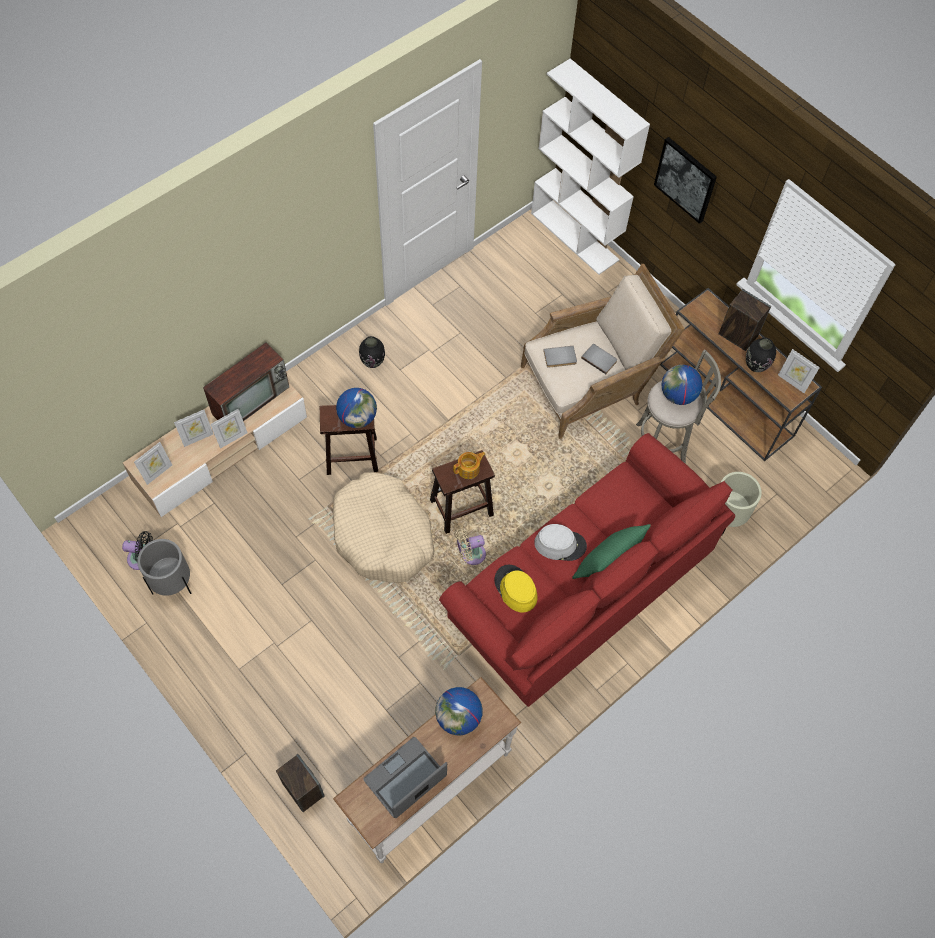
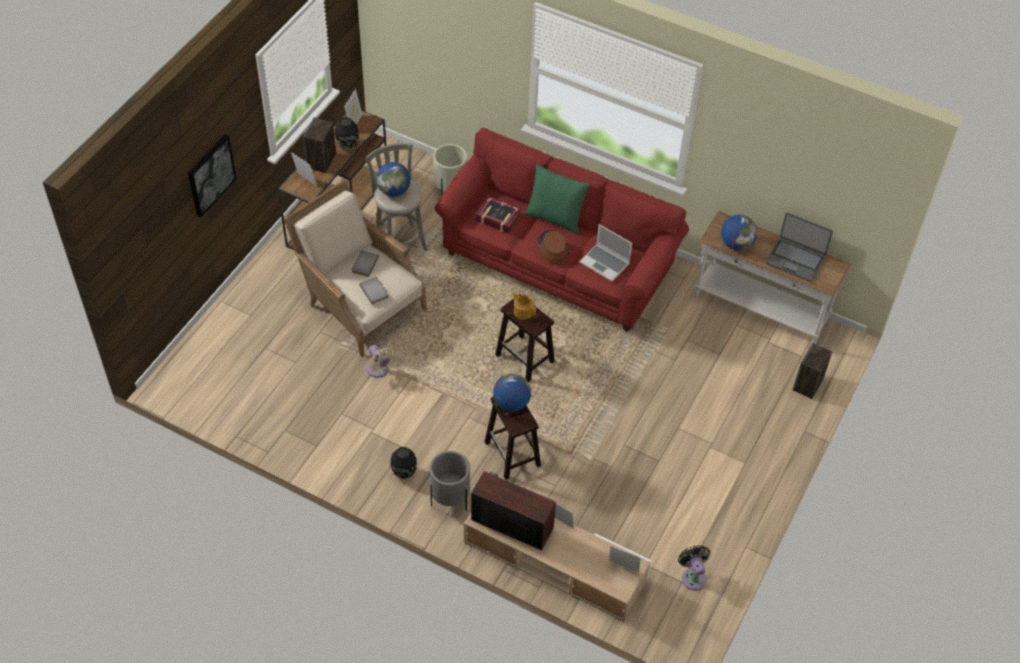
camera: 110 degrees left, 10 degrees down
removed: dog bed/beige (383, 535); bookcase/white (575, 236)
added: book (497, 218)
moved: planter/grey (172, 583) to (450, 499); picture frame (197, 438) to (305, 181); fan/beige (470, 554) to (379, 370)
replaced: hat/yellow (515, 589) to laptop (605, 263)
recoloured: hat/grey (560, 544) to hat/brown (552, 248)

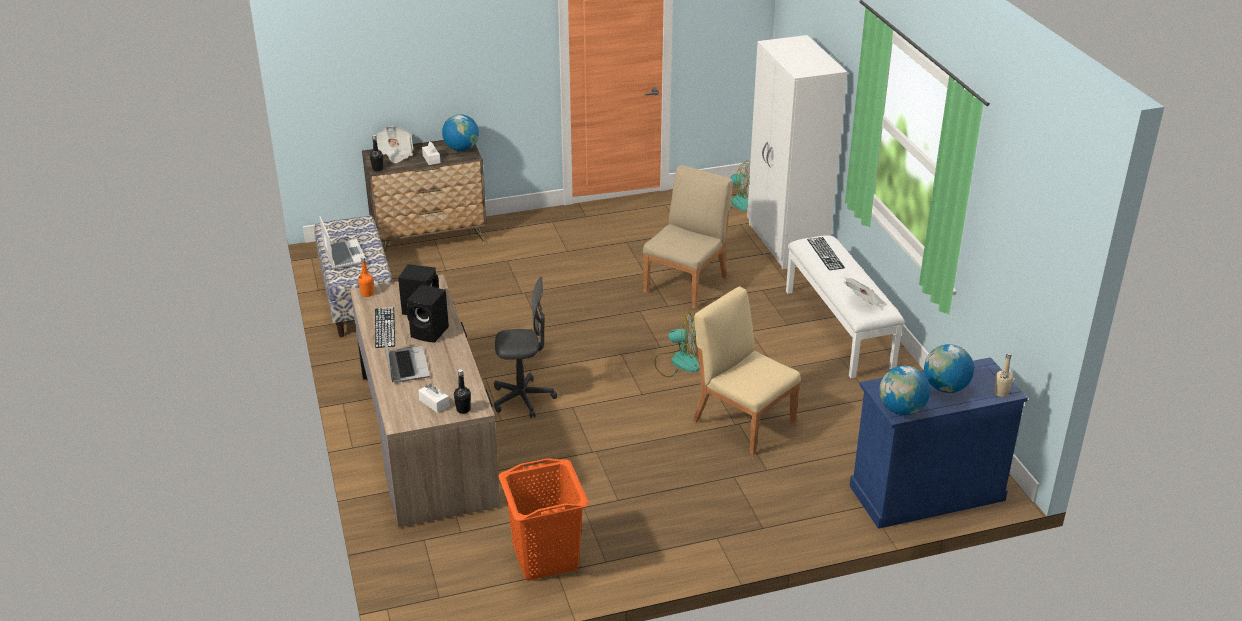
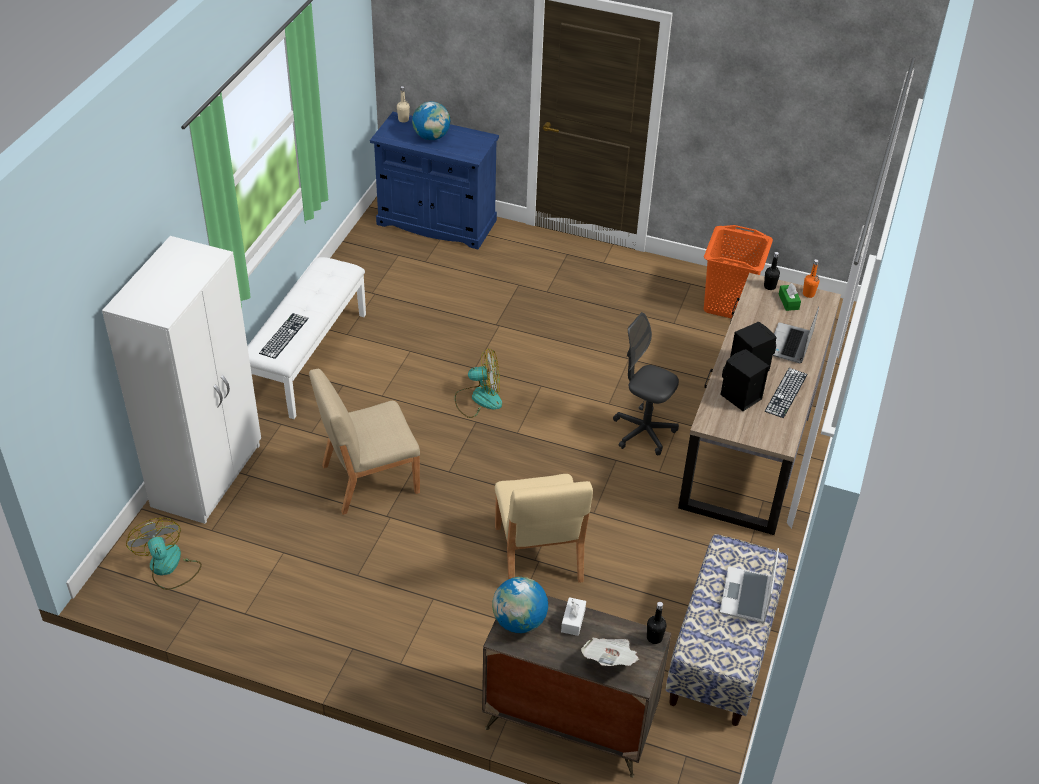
camera: 145 degrees left, 10 degrees up
removed: newspaper (864, 302); globe (901, 410)
moved: bottle/orange (367, 294) to (808, 294); chair/beige (743, 421) to (538, 555)
recoloured: tissue box/white (434, 403) to tissue box/green (788, 302)
turned: fan (678, 362) = (479, 399) 135 degrees clockwise

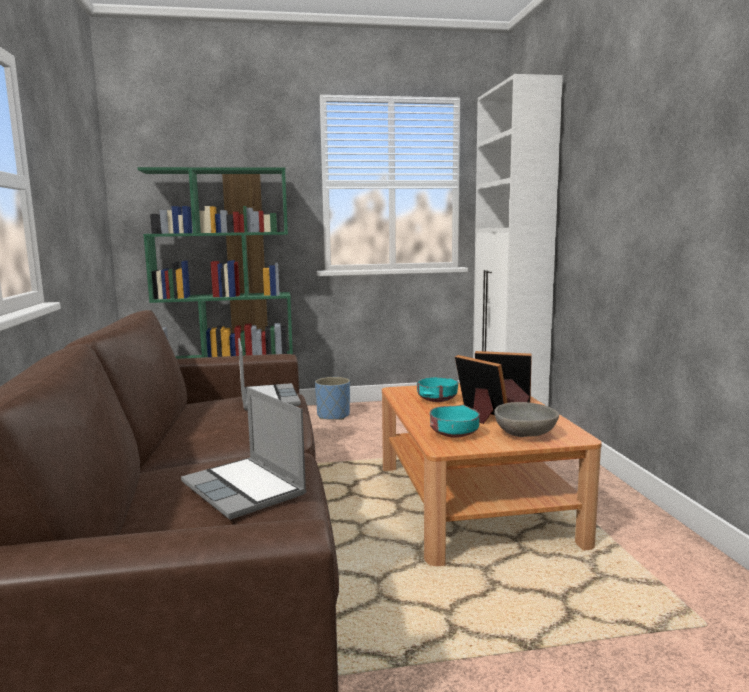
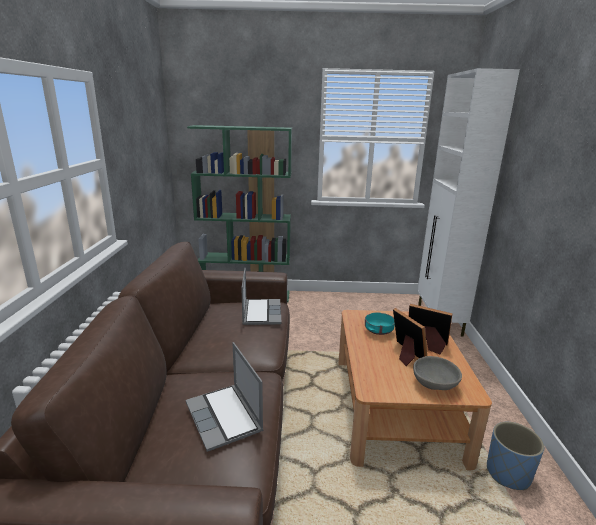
camera: 10 degrees right, 10 degrees up
removed: bowl/turquoise (453, 434)
moved: planter/blue (333, 416) to (508, 473)

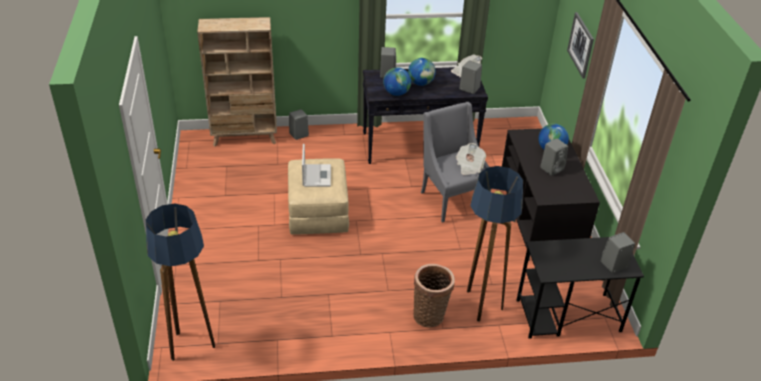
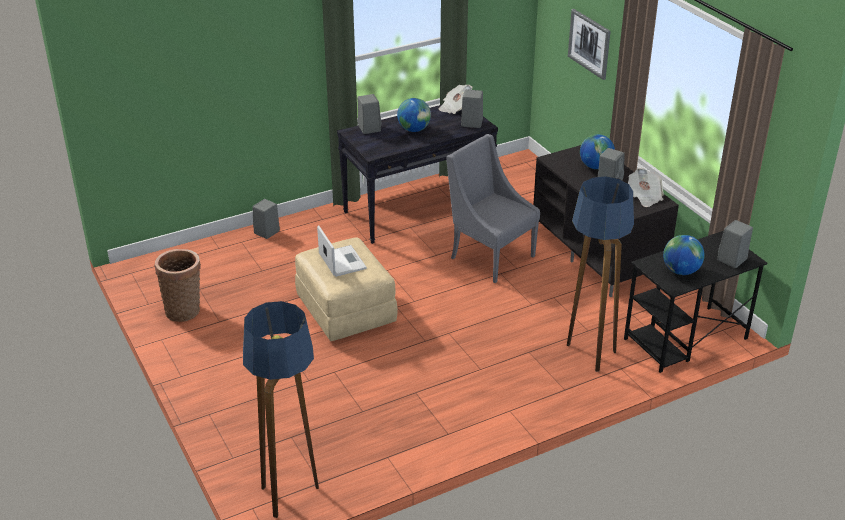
camera: 20 degrees left, 5 degrees down
removed: bookcase/beige (245, 137)
moved: globe (396, 93) to (681, 271); basket (430, 315) to (184, 310); newspaper (469, 166) to (644, 196)

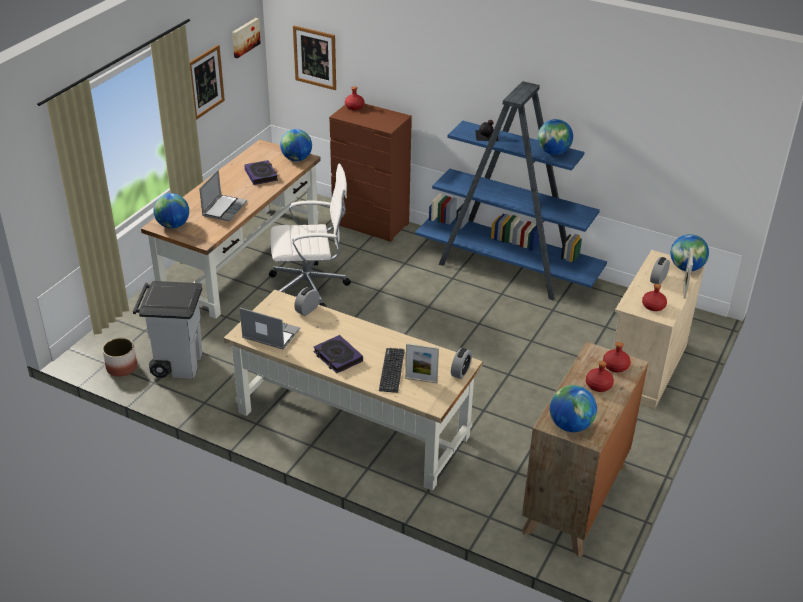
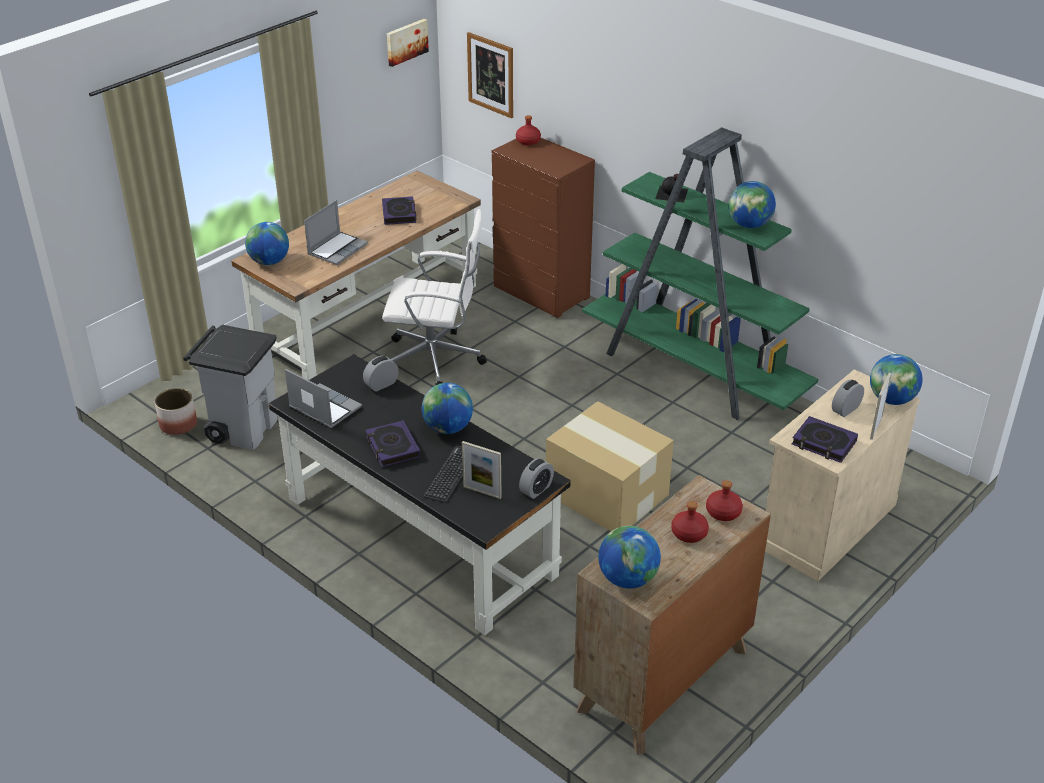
camera: 15 degrees right, 0 degrees up
removed: picture (205, 82)
added: cardboard box (607, 495)
moved: globe (296, 159) to (448, 428)
replaced: bottle/red (653, 306) to book (823, 443)
recoloured: desk/beige (351, 424) to desk/black (418, 536); bookcase/blue (508, 268) to bookcase/green (694, 371)

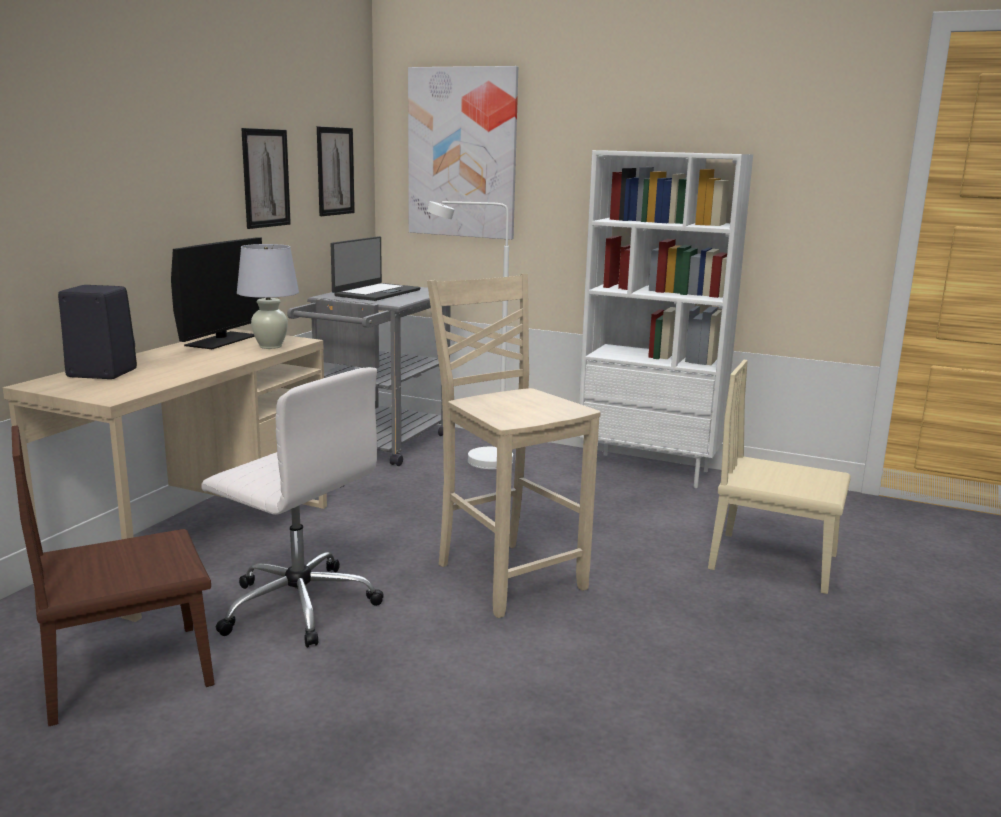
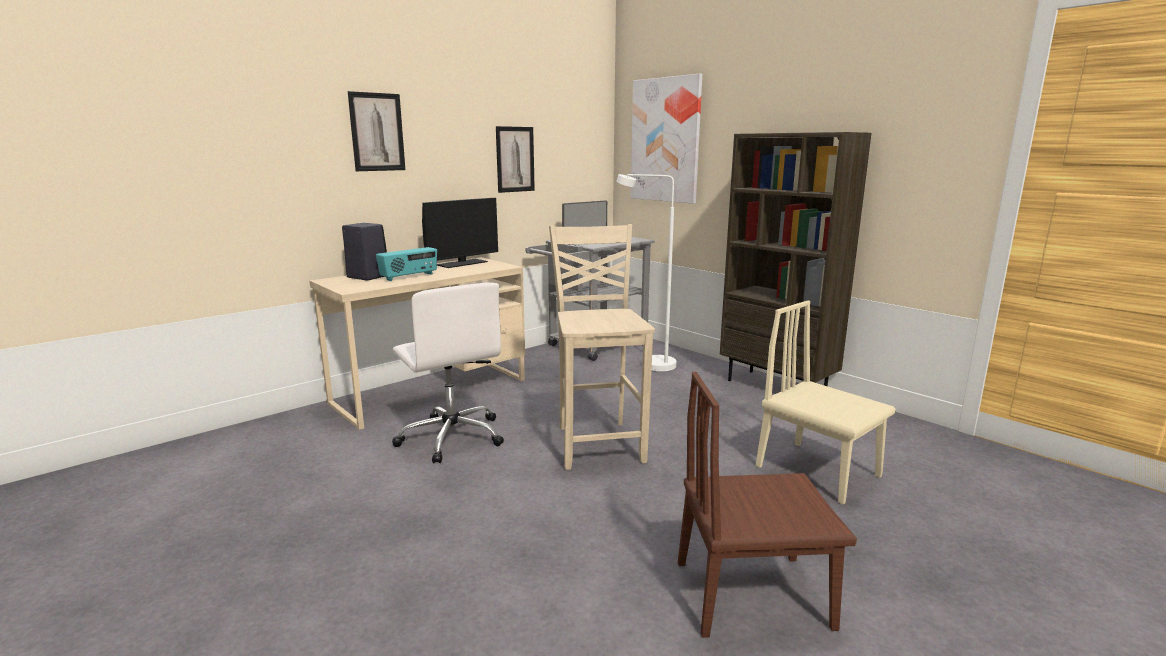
camera: 25 degrees right, 0 degrees up
removed: table lamp/white (270, 346)
added: radio (409, 277)
moved: chair/brown (127, 672) to (752, 594); picture (335, 171) to (377, 132)
recoloured: bookcase/white (649, 470) to bookcase/brown (777, 387)

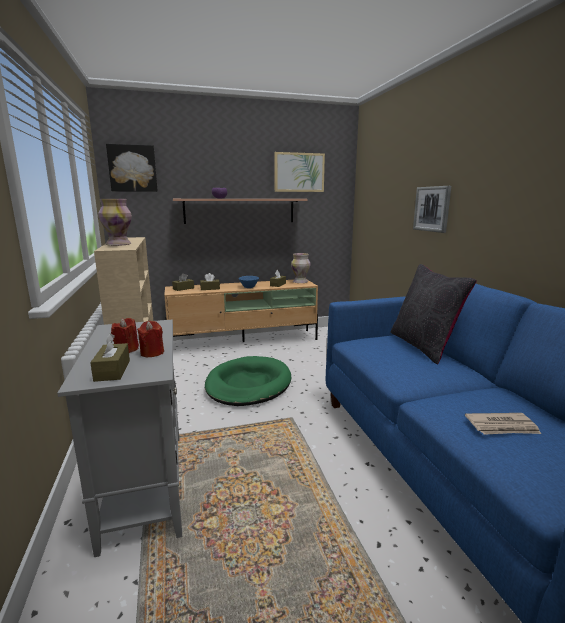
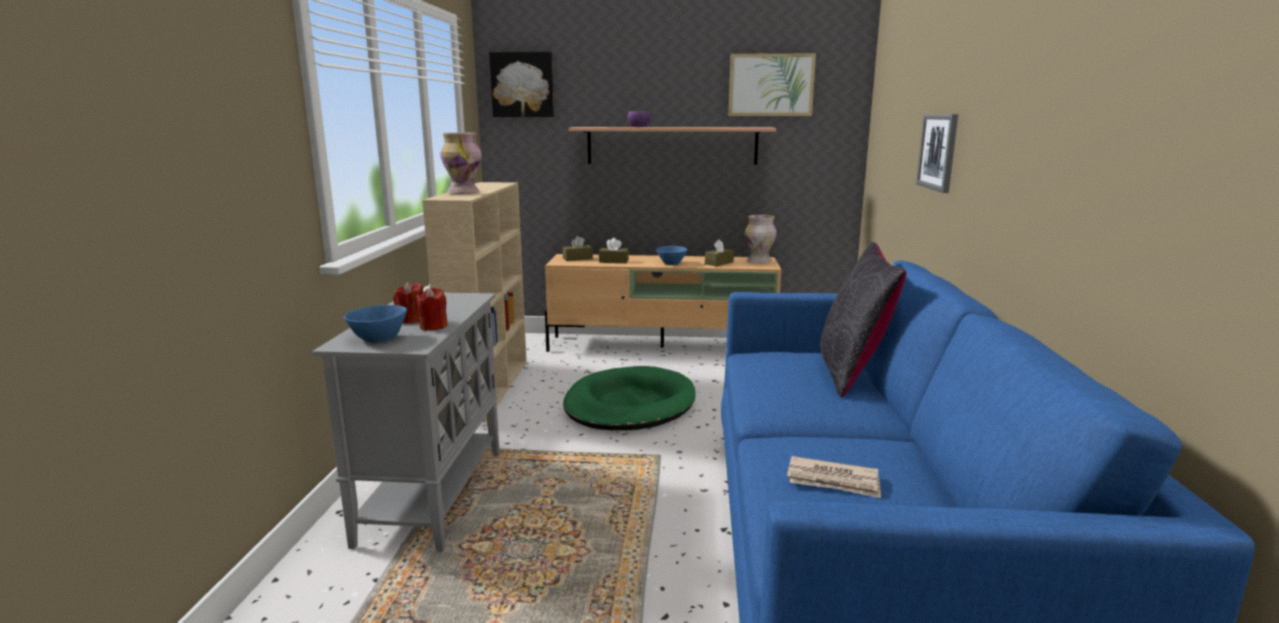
camera: 20 degrees right, 0 degrees up
replaced: tissue box/brown (112, 370) to bowl/blue (378, 338)

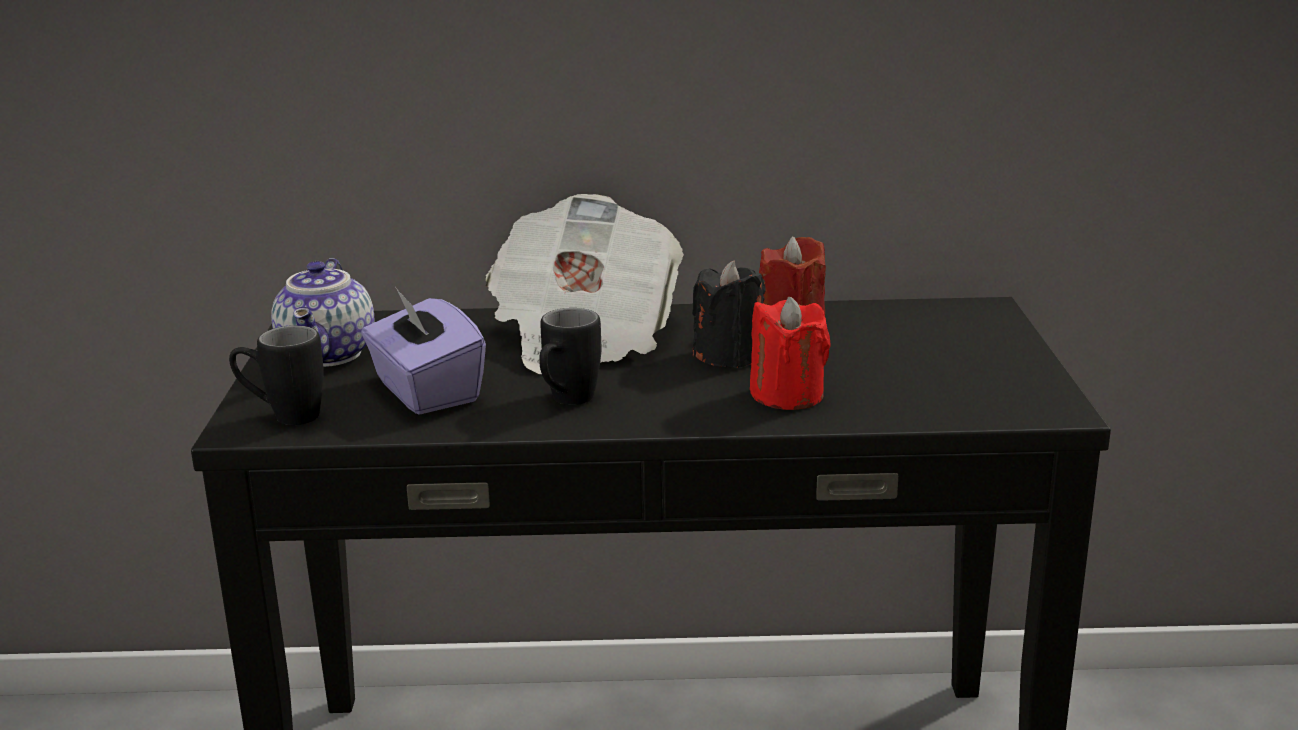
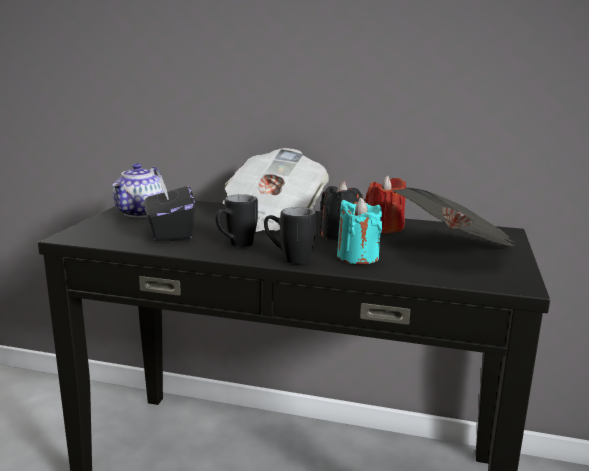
camera: 15 degrees right, 5 degrees down
added: newspaper (455, 251)
moved: mug/black (283, 416) to (289, 259)
recoloured: tissue box/purple (425, 391) to tissue box/black (170, 232); candle/red (787, 395) to candle/turquoise (357, 257)

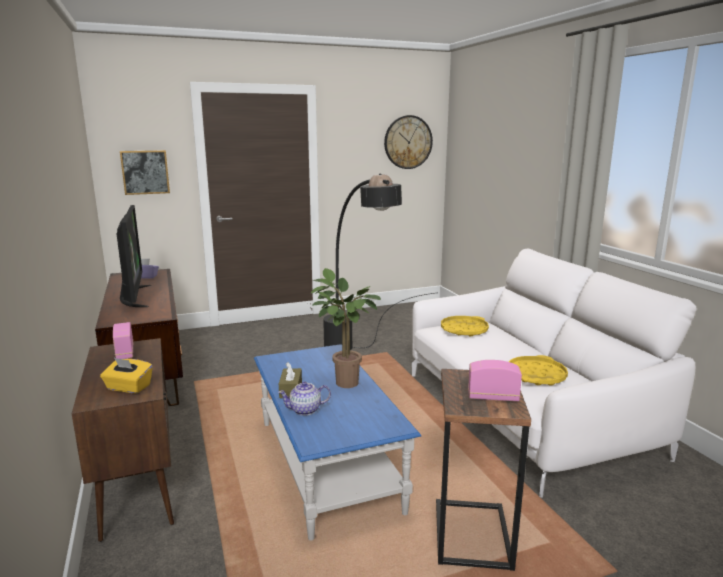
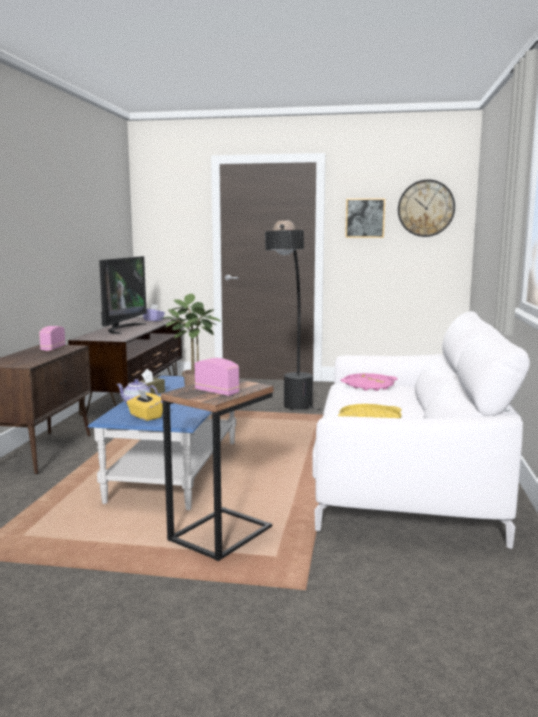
camera: 30 degrees right, 5 degrees down
moved: tissue box/yellow (128, 388) to (145, 416); picture (145, 172) to (365, 218)
recoloured: tray/yellow (464, 330) to tray/pink (368, 386)

